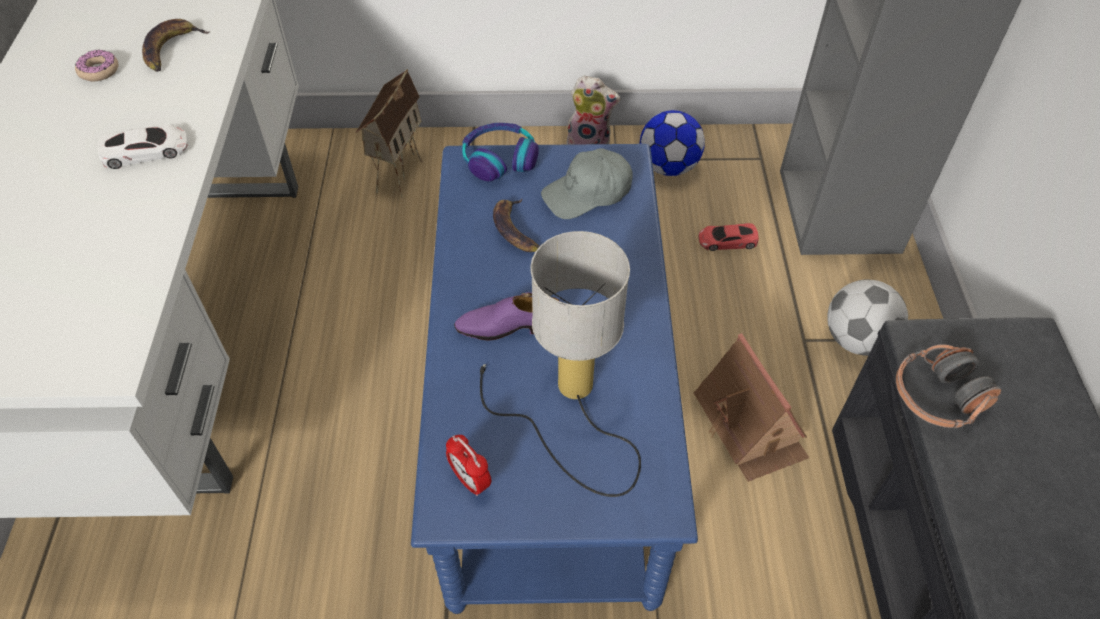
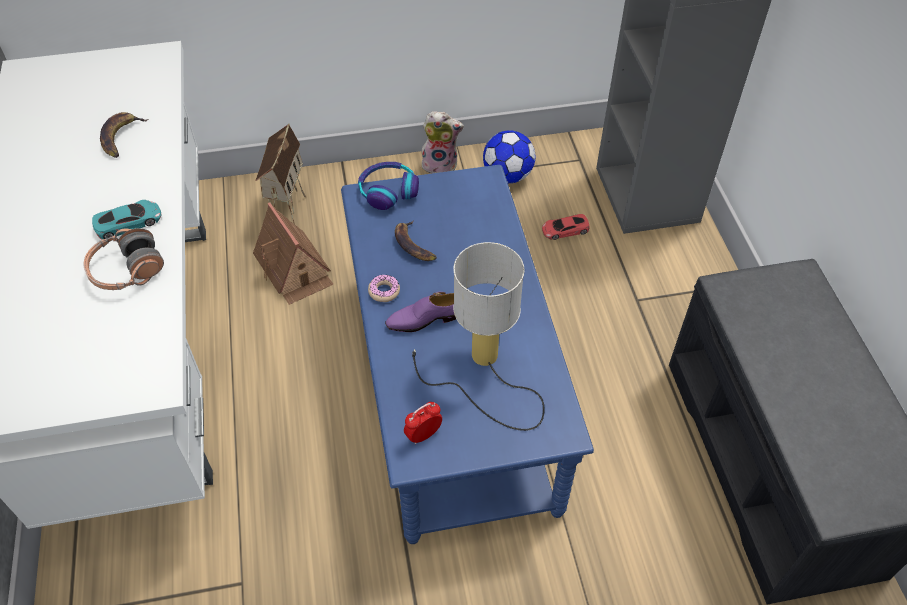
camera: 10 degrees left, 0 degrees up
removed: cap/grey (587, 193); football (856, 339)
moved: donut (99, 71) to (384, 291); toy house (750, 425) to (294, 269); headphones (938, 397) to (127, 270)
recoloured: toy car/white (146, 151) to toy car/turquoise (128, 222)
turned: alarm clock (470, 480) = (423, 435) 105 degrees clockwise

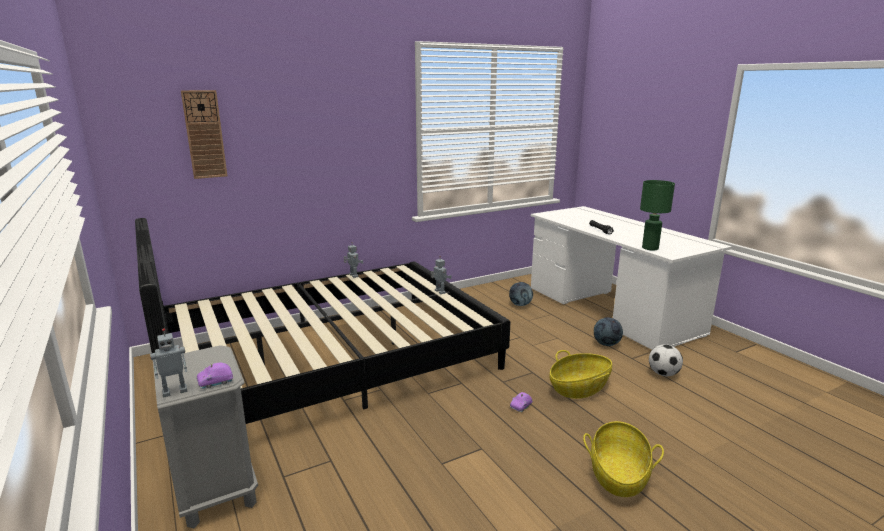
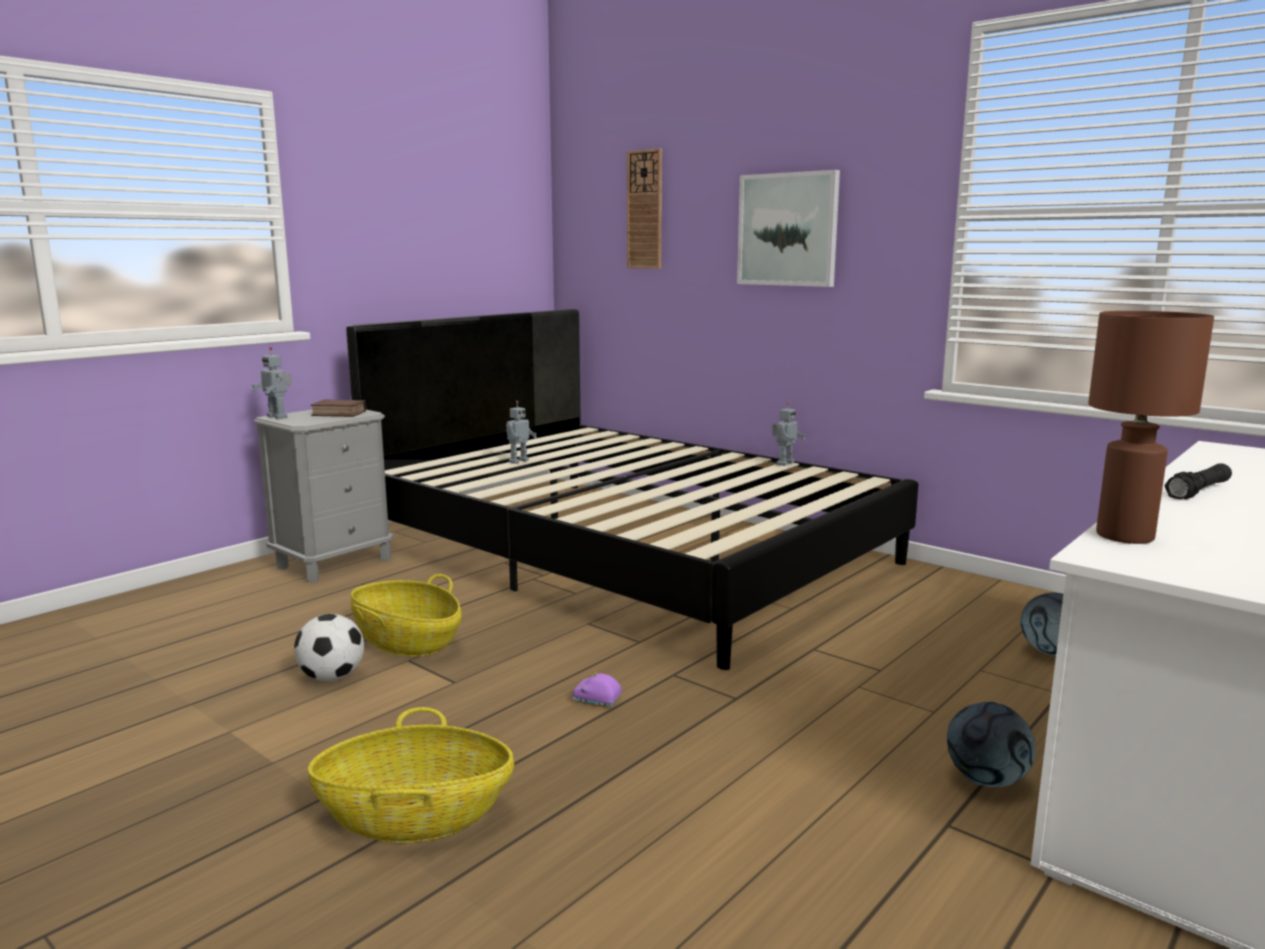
camera: 70 degrees right, 5 degrees down
removed: toy car/purple (216, 382)
added: book (337, 413); picture (788, 229)
moved: toy robot (439, 292) to (518, 461); basket (579, 388) to (407, 641); football (663, 374) to (331, 677)
recoloured: table lamp/green (650, 248) to table lamp/brown (1126, 537)

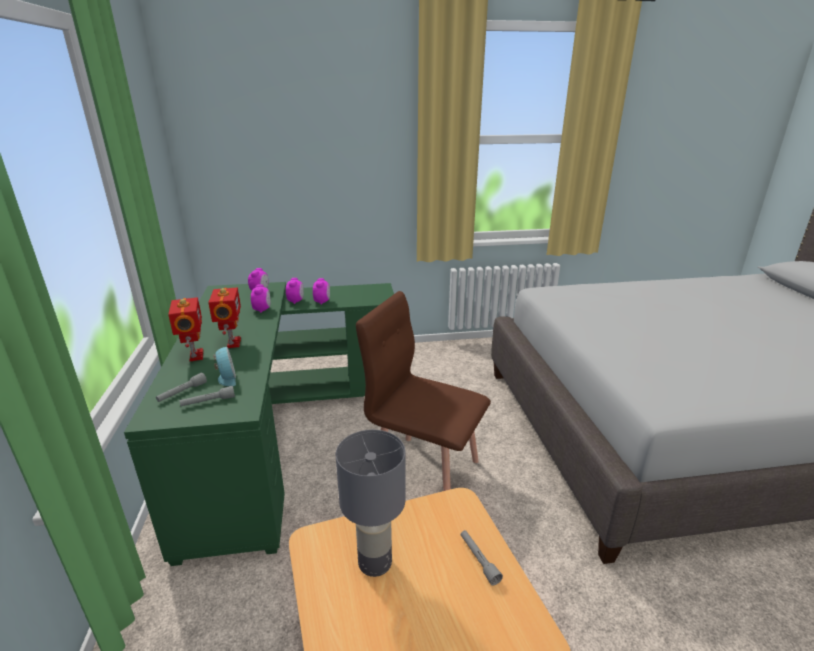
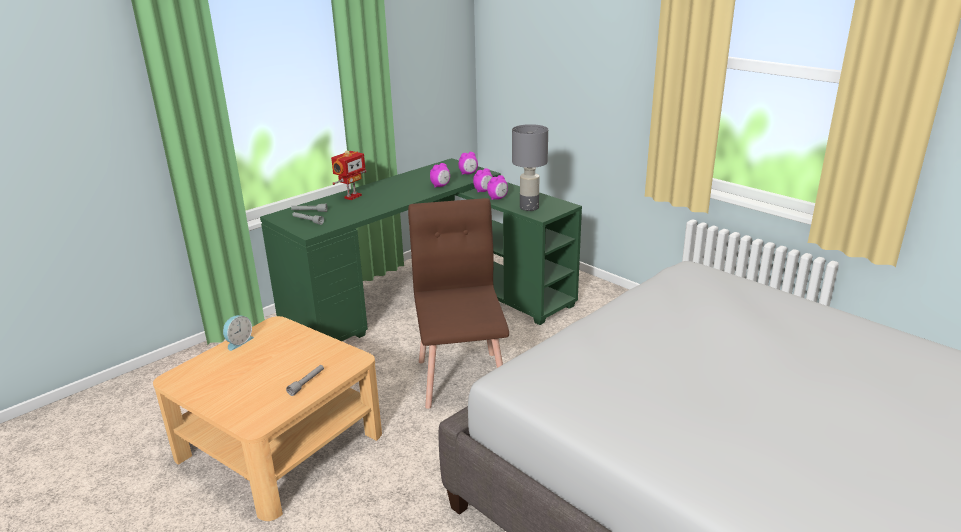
camera: 55 degrees right, 0 degrees up
removed: toy robot (232, 343)
moved: alarm clock (226, 378) to (238, 342); table lamp/grey (375, 561) to (529, 207)

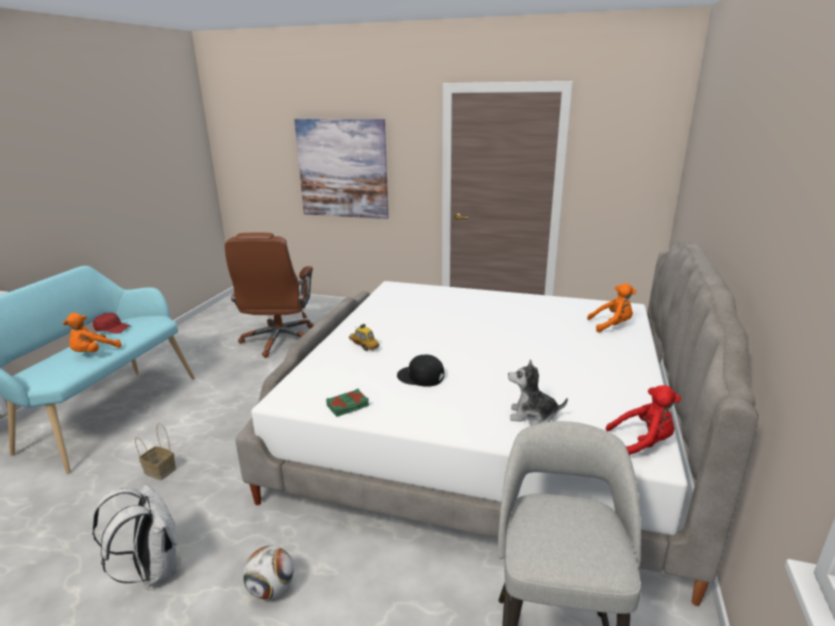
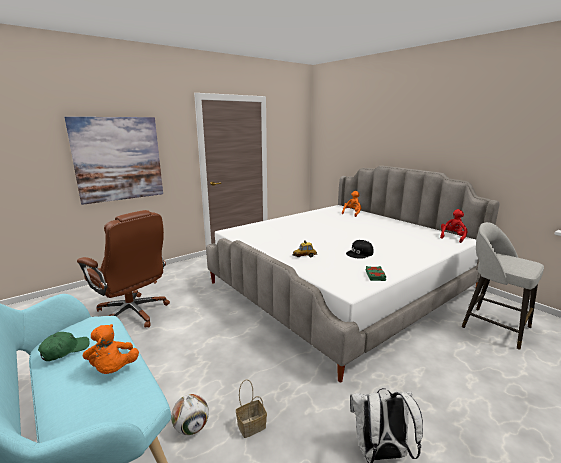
camera: 55 degrees left, 5 degrees down
removed: plush toy (532, 416)
moved: football (271, 589) to (191, 427)
recoloured: cap/red (112, 328) to cap/green (65, 350)

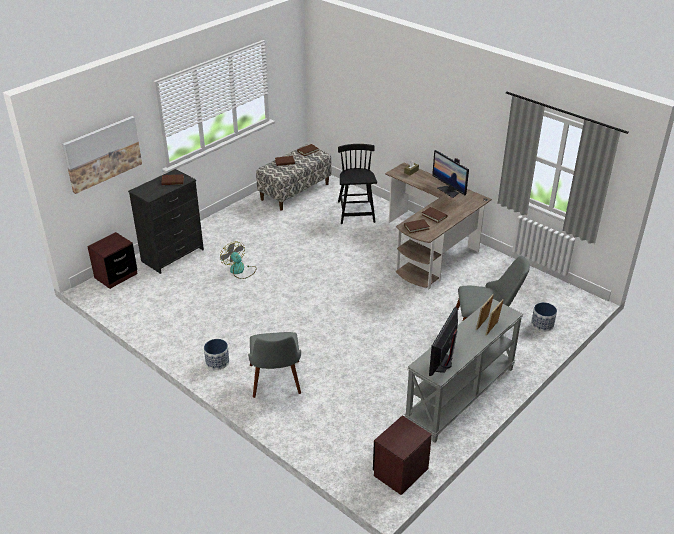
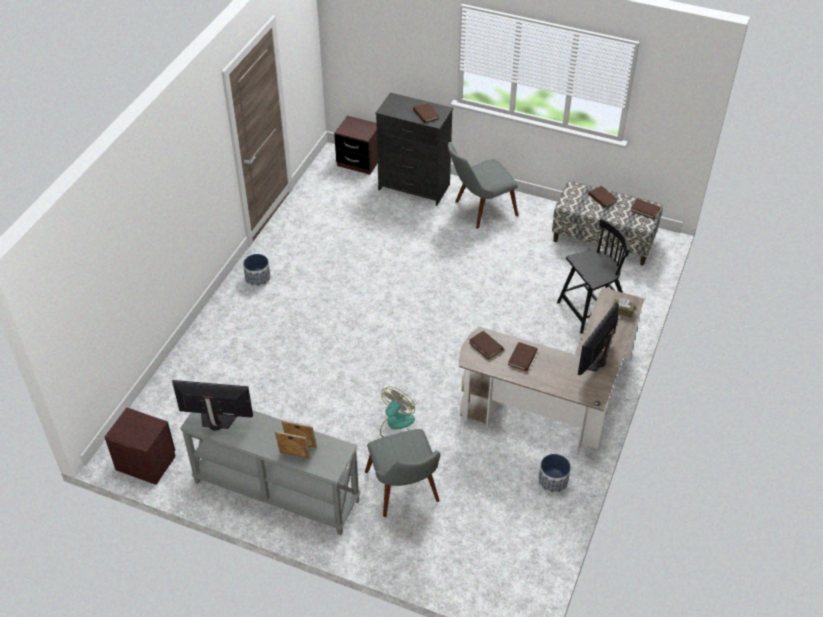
camera: 70 degrees right, 10 degrees up
removed: picture (102, 153)
moved: fan (240, 270) to (396, 425); chair/grey (276, 384) to (478, 210); planter (542, 325) to (552, 481)

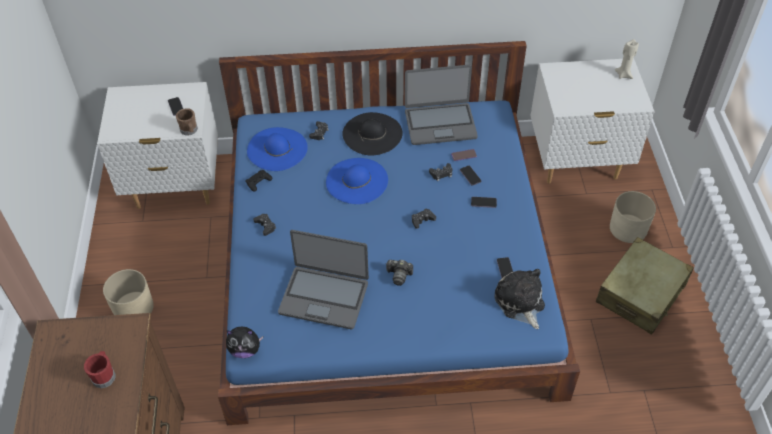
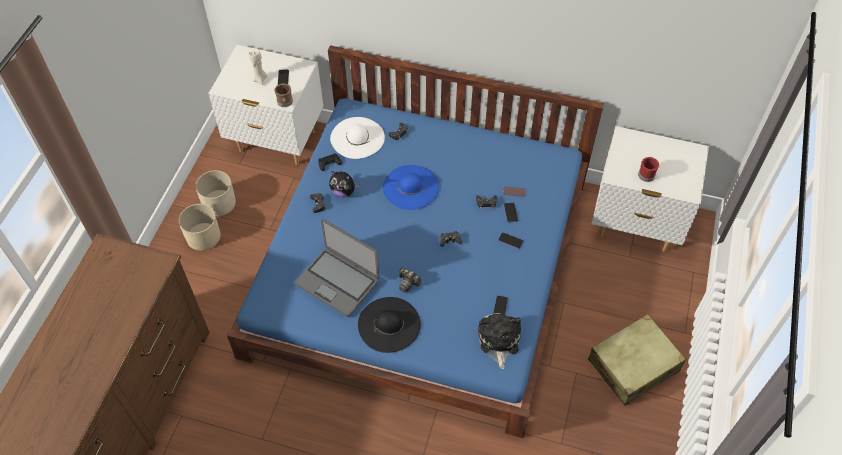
camera: 20 degrees right, 5 degrees up
removed: laptop (440, 124)
moved: mug/red (104, 375) to (646, 174); plush toy (245, 350) to (343, 191); hat/black (372, 133) to (389, 324); planter/beige (628, 228) to (219, 203); candle/beige (623, 75) to (260, 79)
recoloured: hat/blue (277, 149) to hat/white (357, 138)

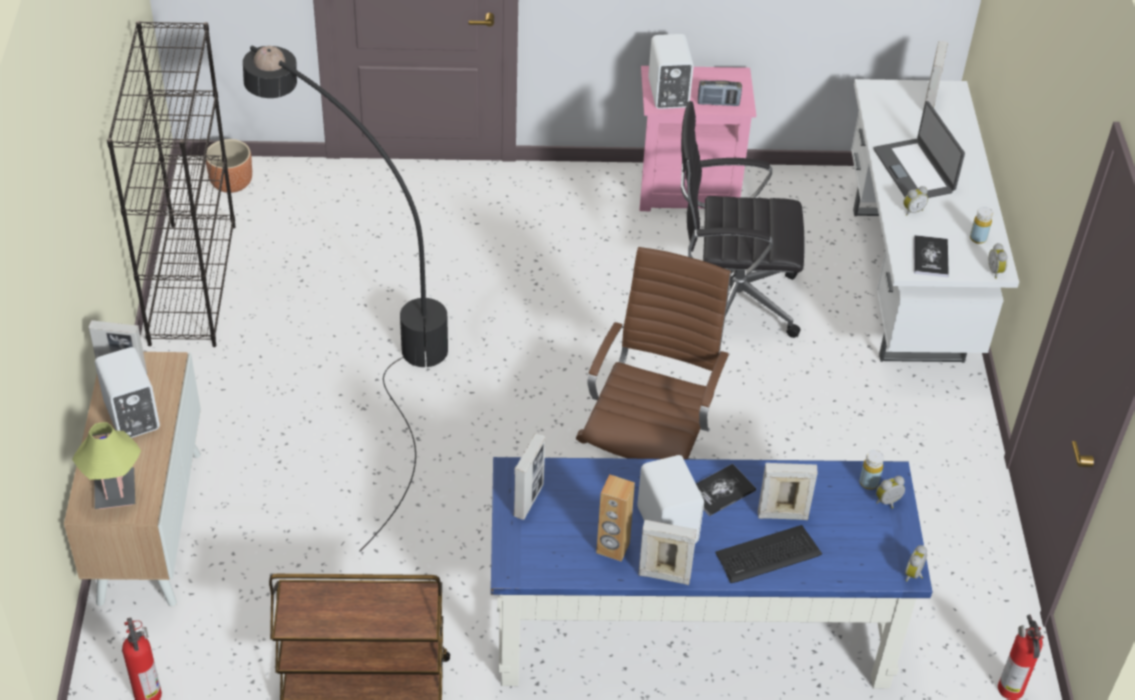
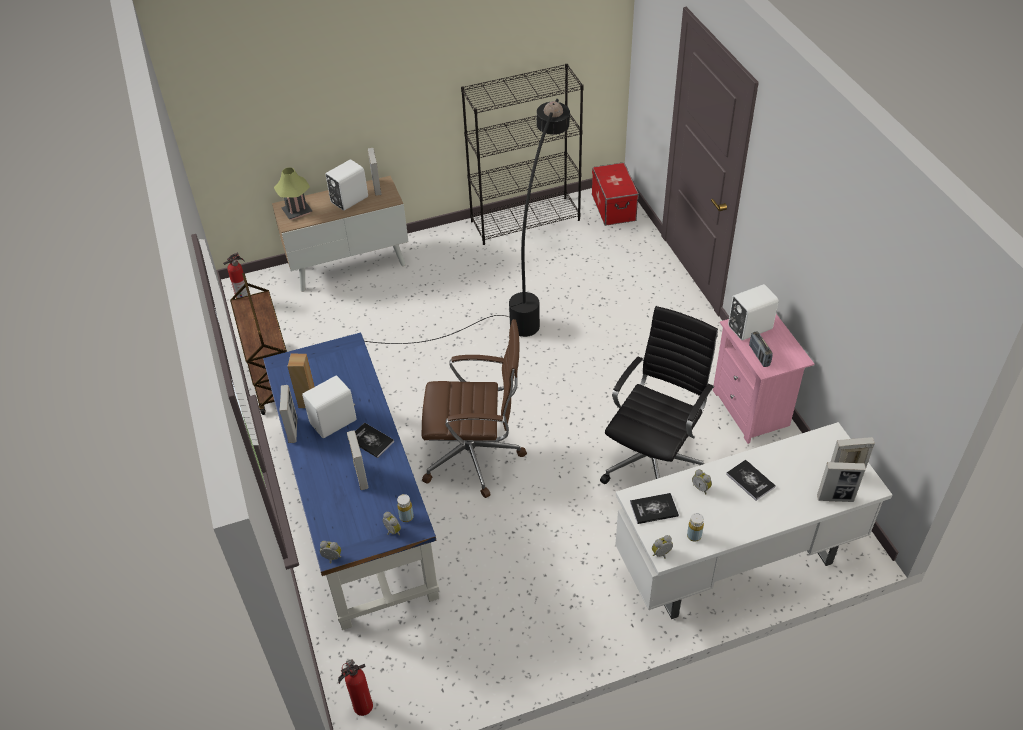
camera: 75 degrees right, 0 degrees up
removed: keyboard (768, 555)
moved: picture frame (528, 500) to (835, 498)
replaced: planter/brown (232, 183) to storage box (614, 207); laptop (914, 170) to book (750, 480)
turned: office chair/black (729, 300) = (653, 460) 45 degrees clockwise

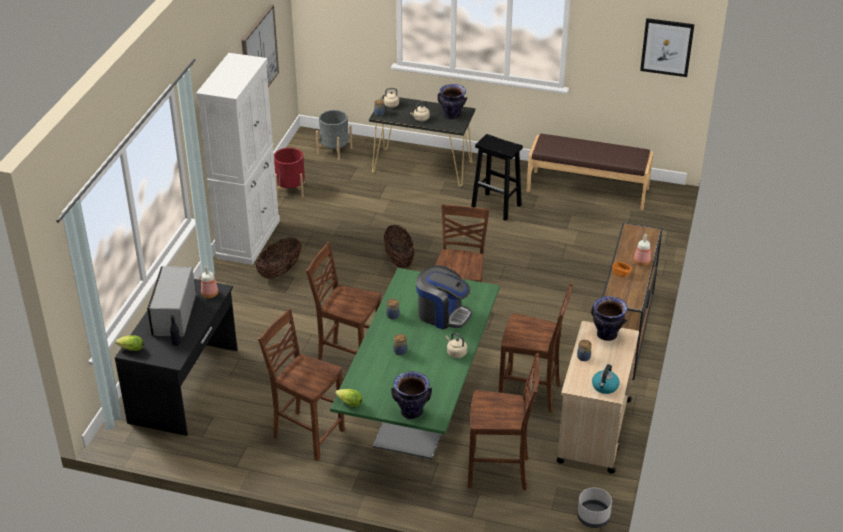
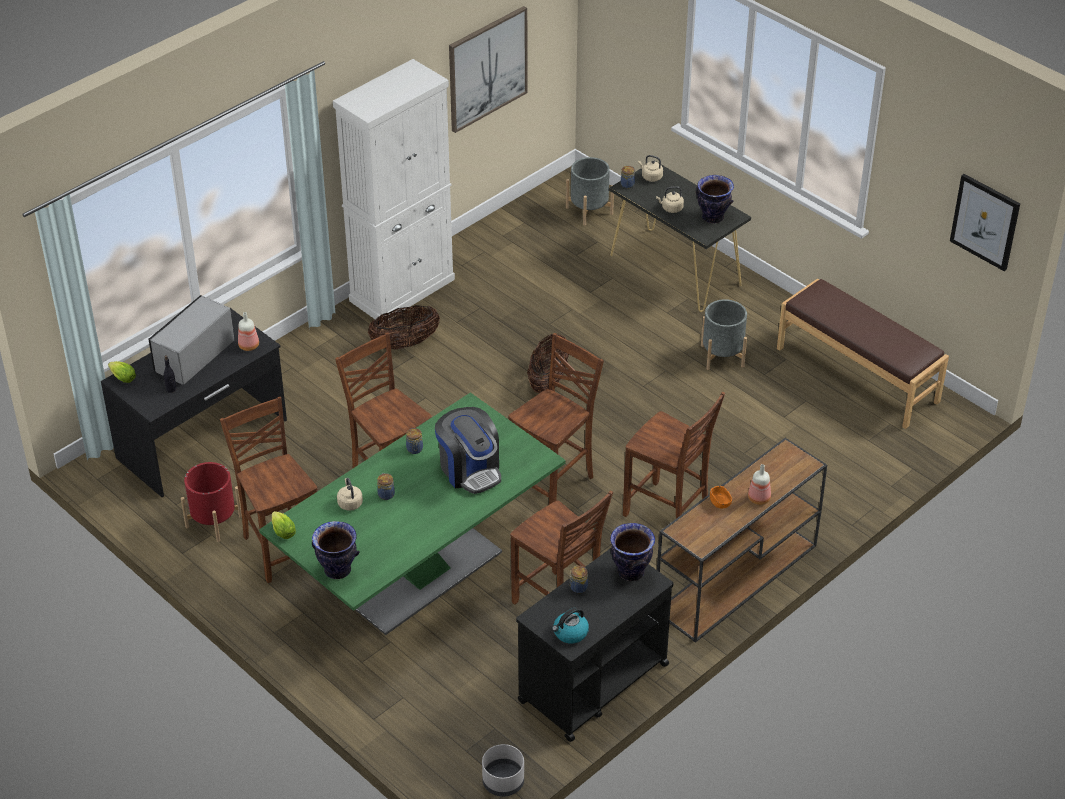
camera: 30 degrees right, 5 degrees up
moved: planter/red (290, 189) to (214, 521); kettle/beige (455, 353) to (349, 503); chair/brown (500, 472) to (668, 514)
replaced: stool/black (497, 207) to planter/grey (722, 356)
recoloured: cart/beige (594, 431) to cart/black (592, 683)

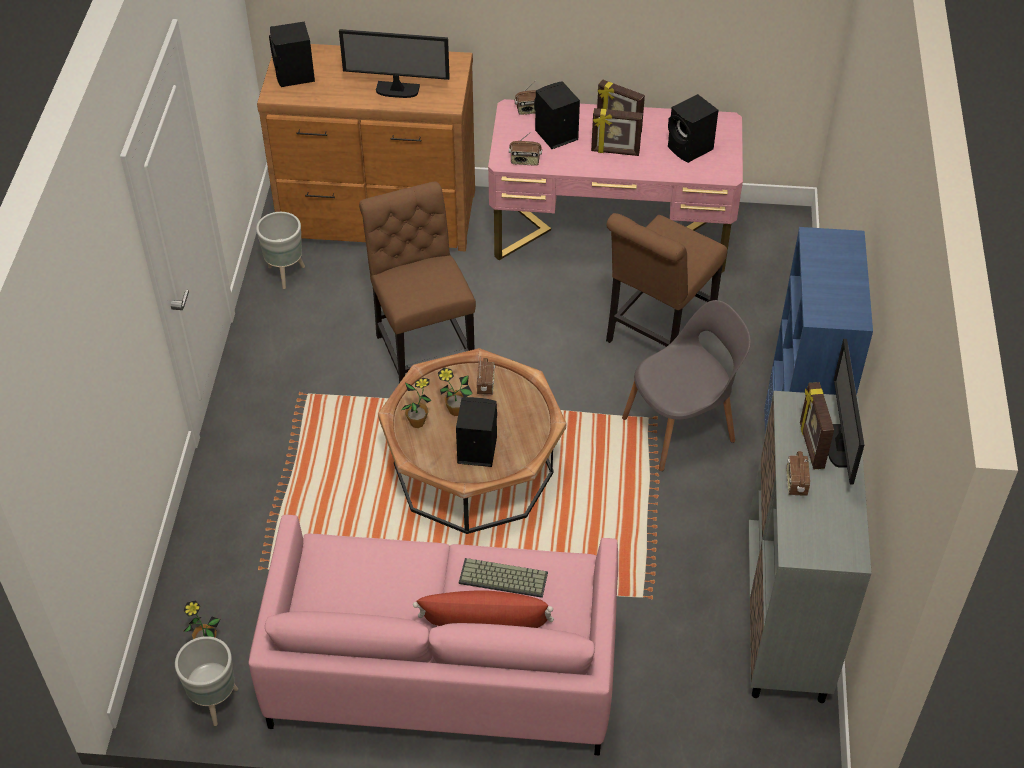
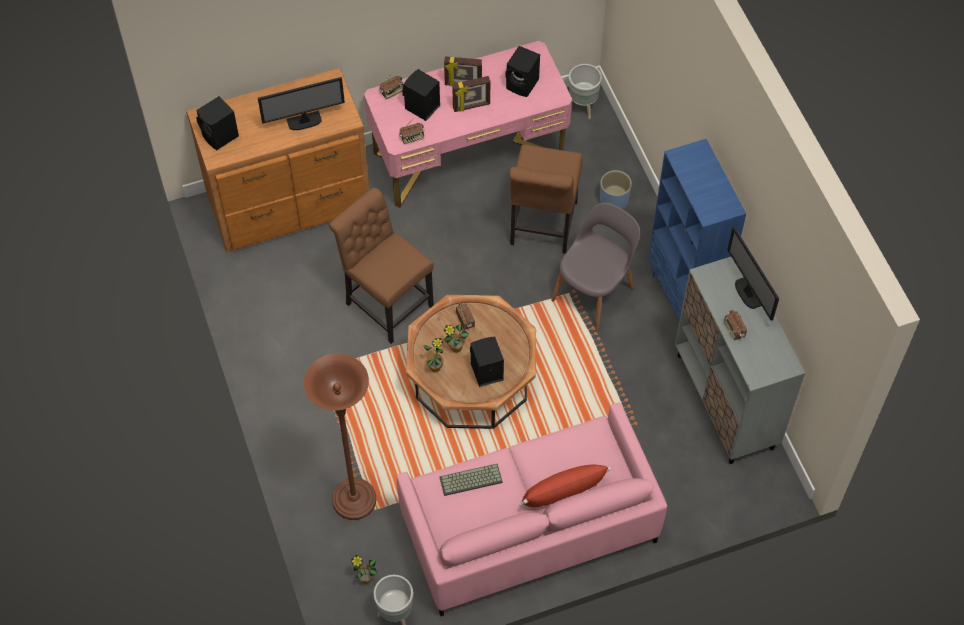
camera: 25 degrees left, 10 degrees up
removed: picture frame (810, 445)
added: floor lamp/brown (354, 500); planter/blue (614, 201)
moved: planter/grey (286, 274) to (583, 107); keyboard (502, 579) to (470, 481)

